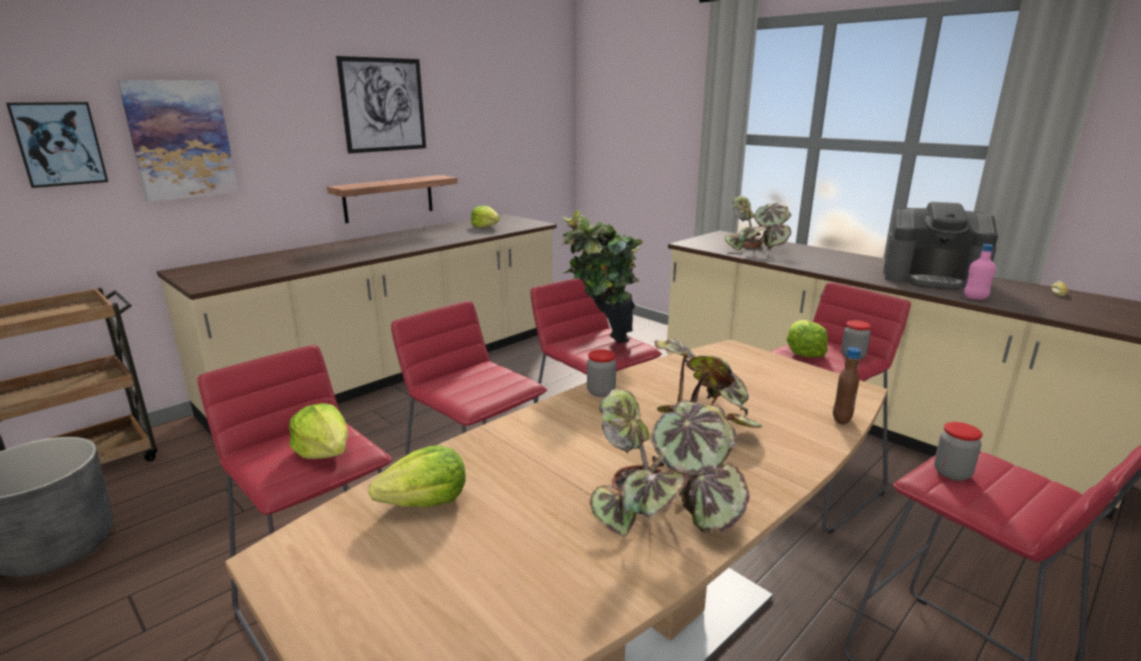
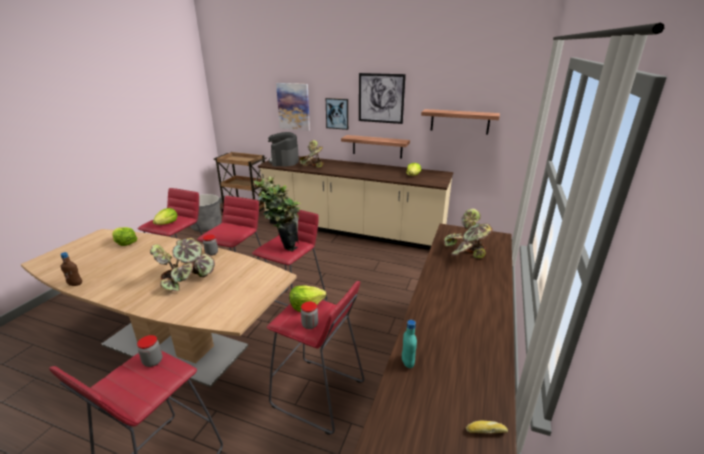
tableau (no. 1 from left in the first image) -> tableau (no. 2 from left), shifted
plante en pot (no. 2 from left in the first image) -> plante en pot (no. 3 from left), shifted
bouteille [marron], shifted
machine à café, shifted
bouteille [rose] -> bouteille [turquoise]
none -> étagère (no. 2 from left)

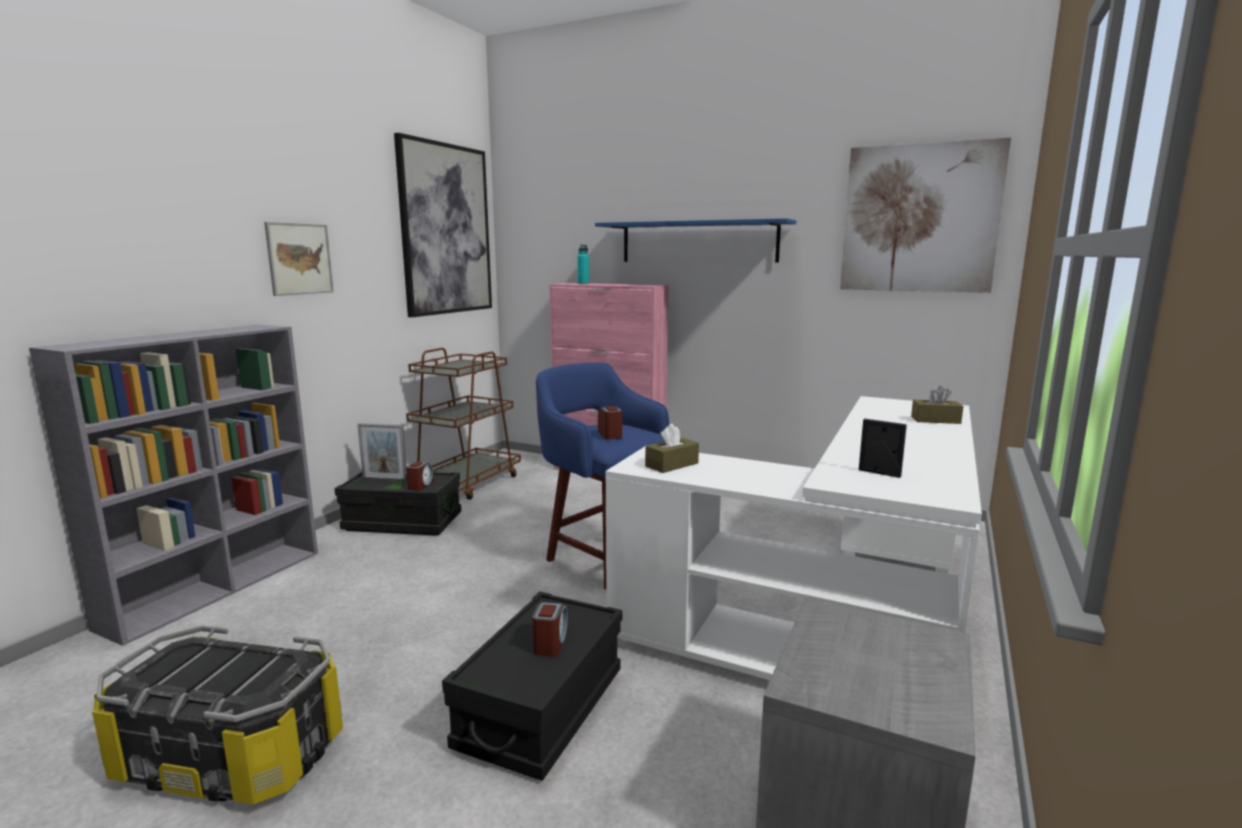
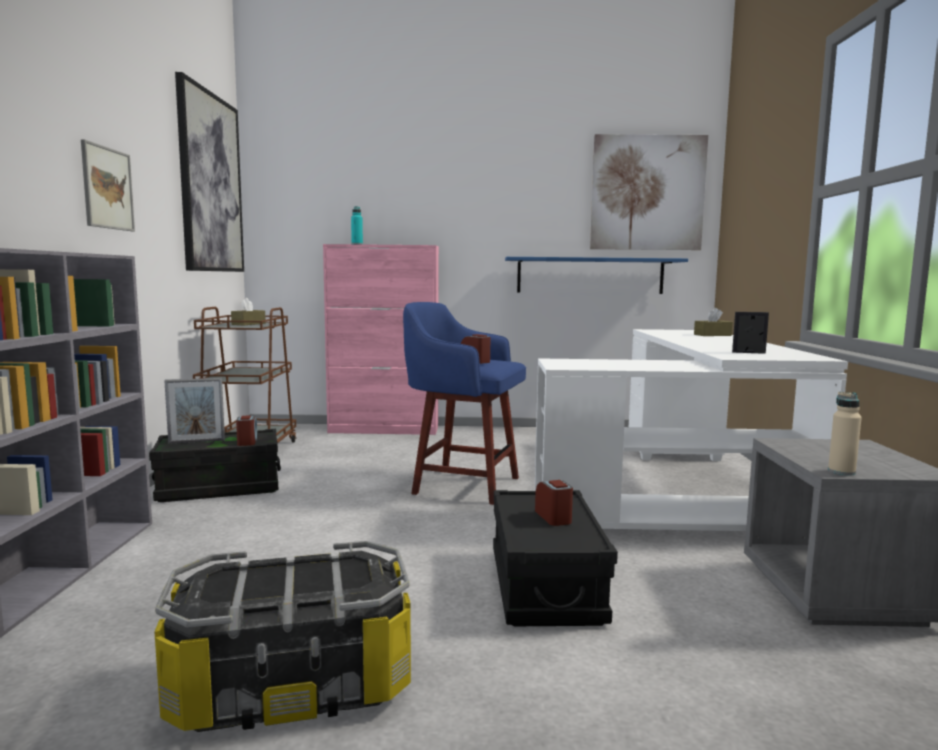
étagère [bleu], shifted
boîte à mouchoirs [marron] (no. 1 from left), shifted
none -> bouteille [beige]

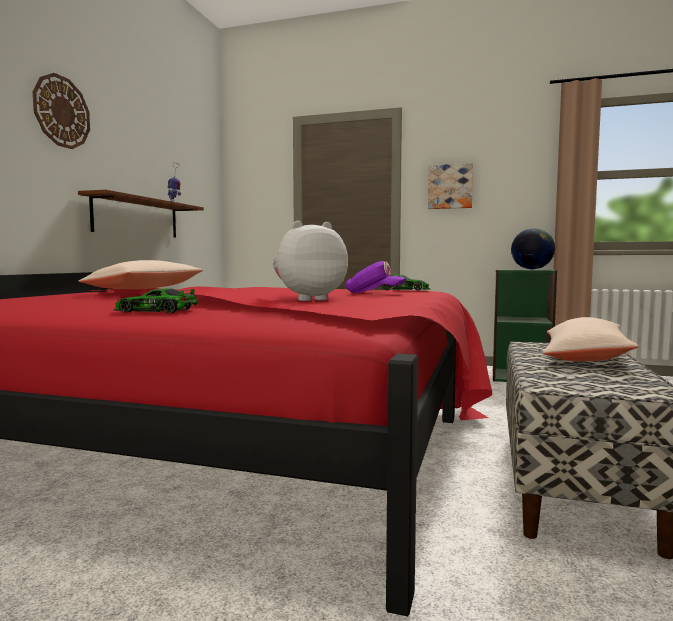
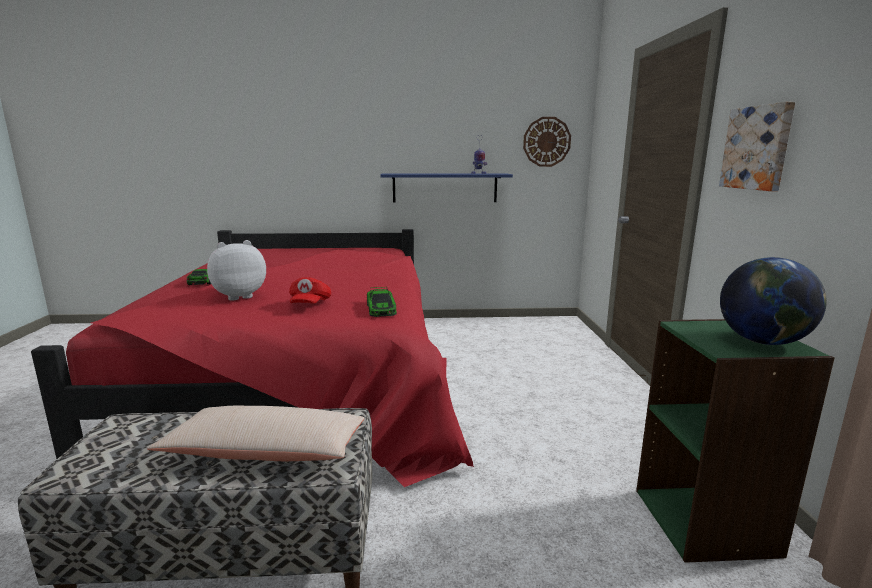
horloge murale, shifted
étagère [marron] -> étagère [bleu]
coussin [beige] (no. 1 from left) -> none
peluche, 75 degrees counterclockwise
casquette [violet] -> casquette [rouge]

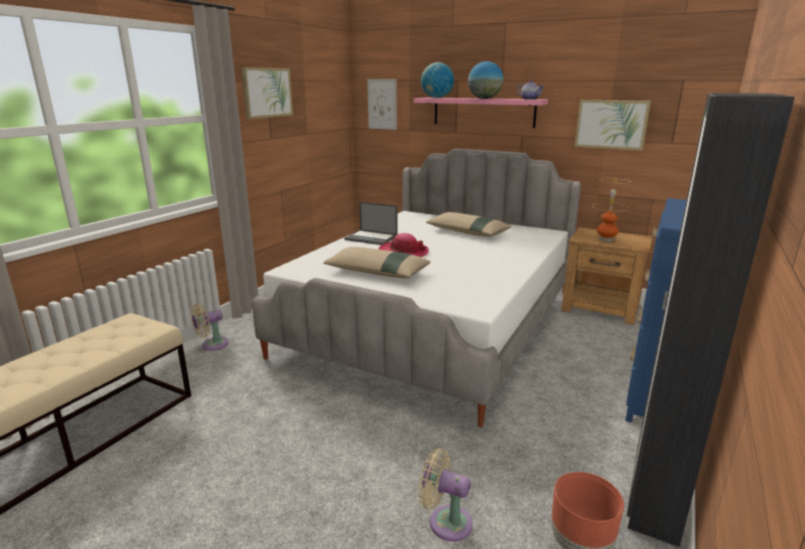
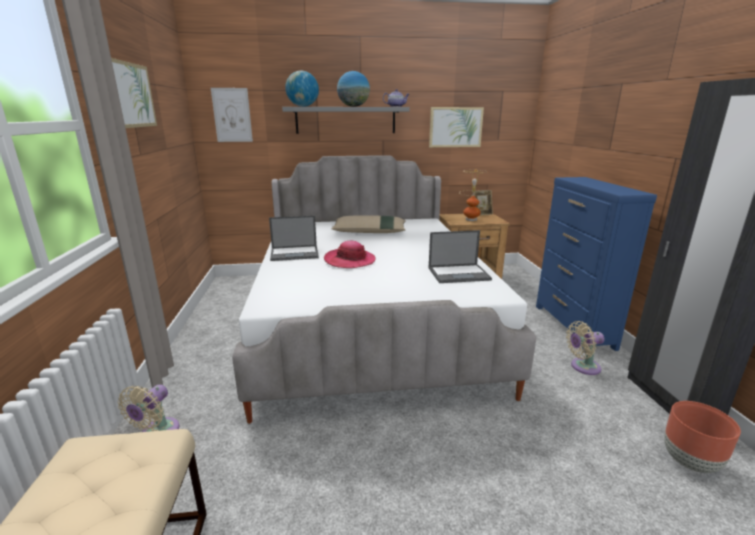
coussin [beige] (no. 1 from left) -> none
étagère [rose] -> étagère [gris]
ventilateur [beige] (no. 2 from left), shifted
none -> ordinateur portable (no. 2 from left)
none -> cadre photo

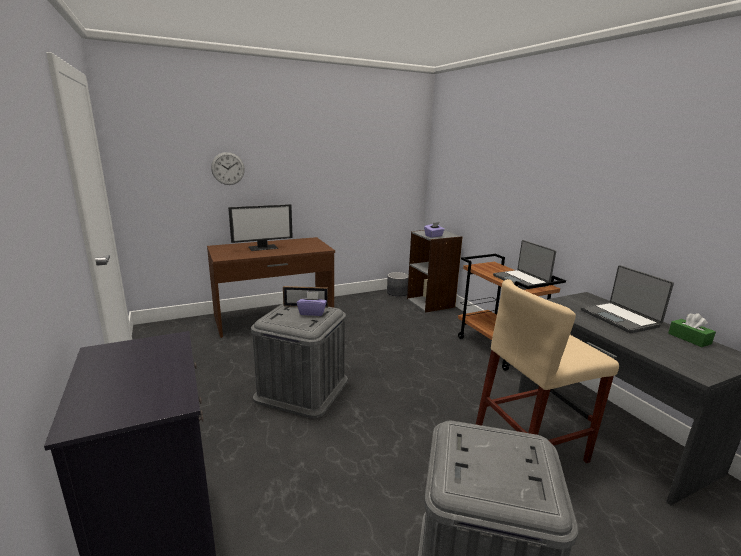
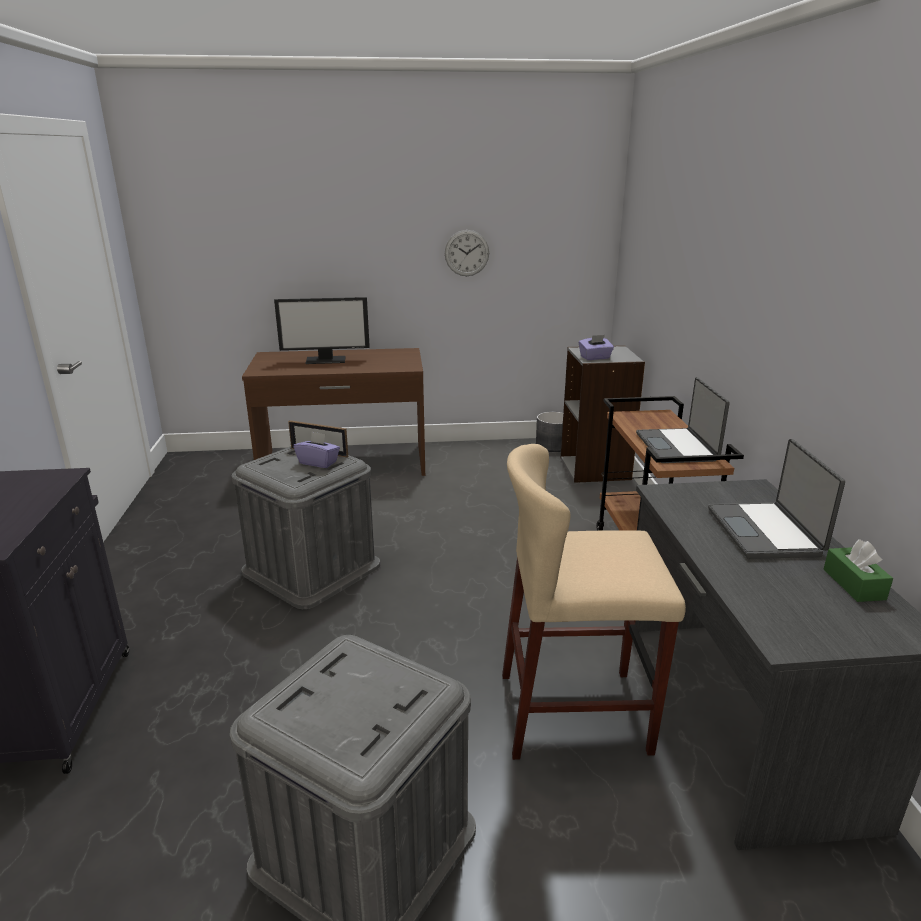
horloge murale, shifted

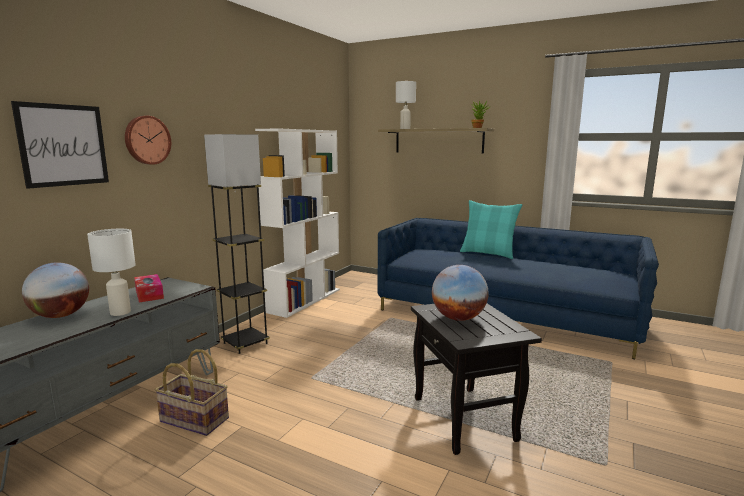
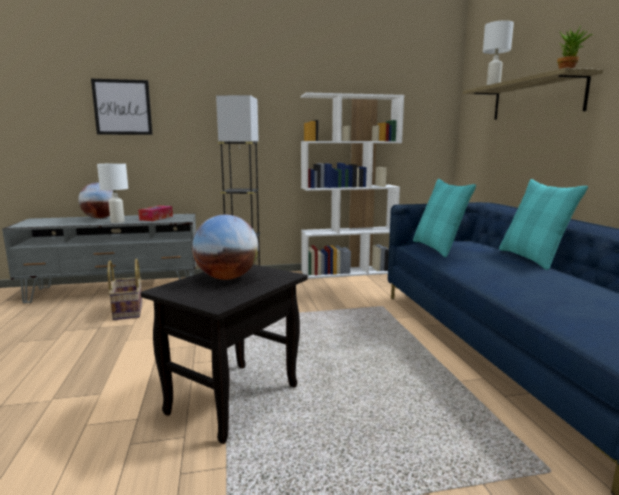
horloge murale -> none
none -> coussin [turquoise] (no. 1 from left)

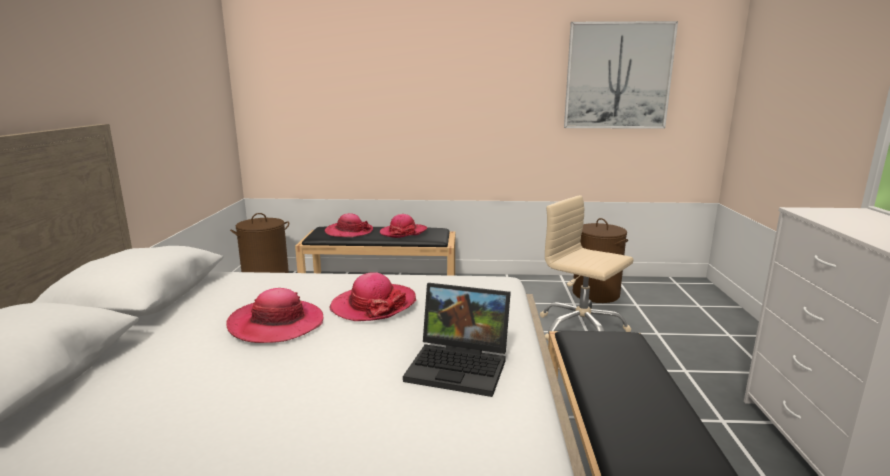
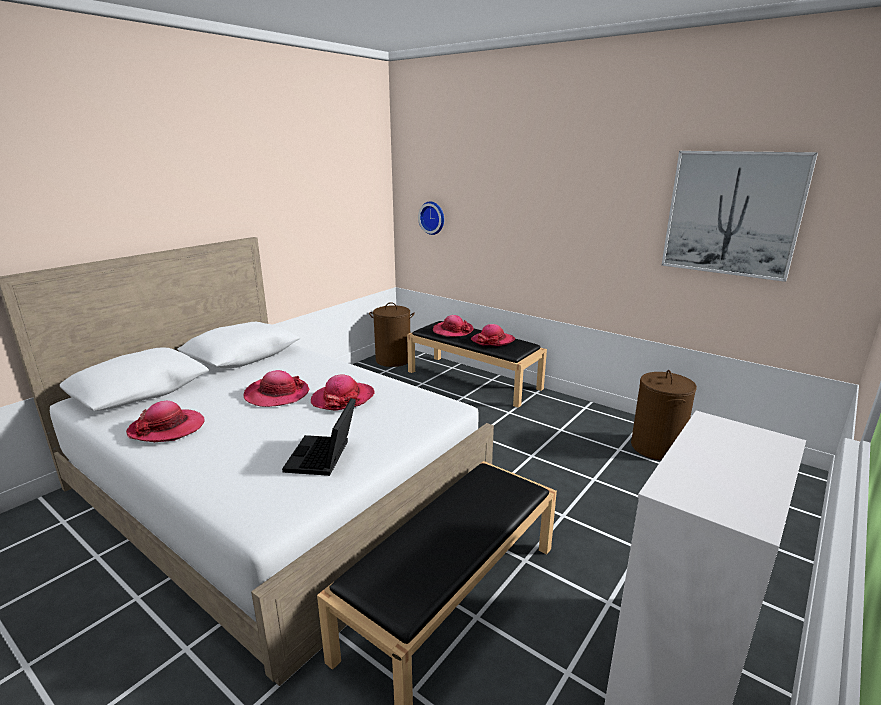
ordinateur portable, 45 degrees clockwise
chaise de bureau [beige] -> none
none -> chapeau (no. 1 from left)
none -> horloge murale

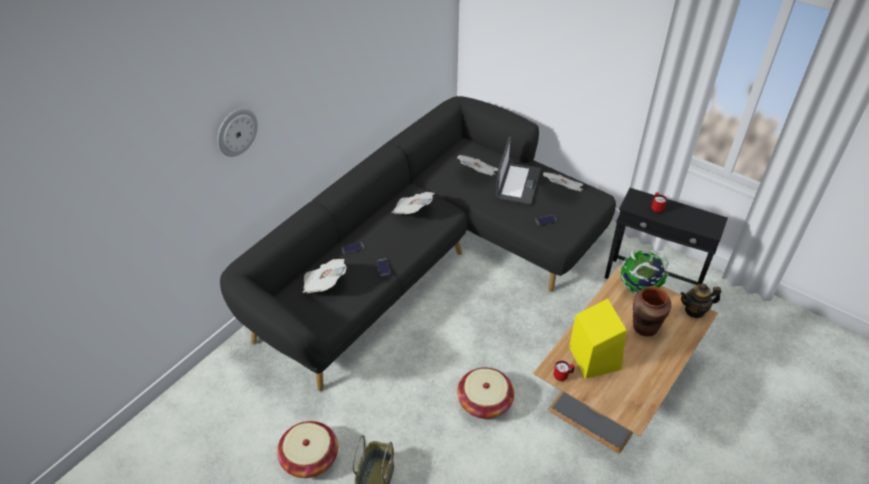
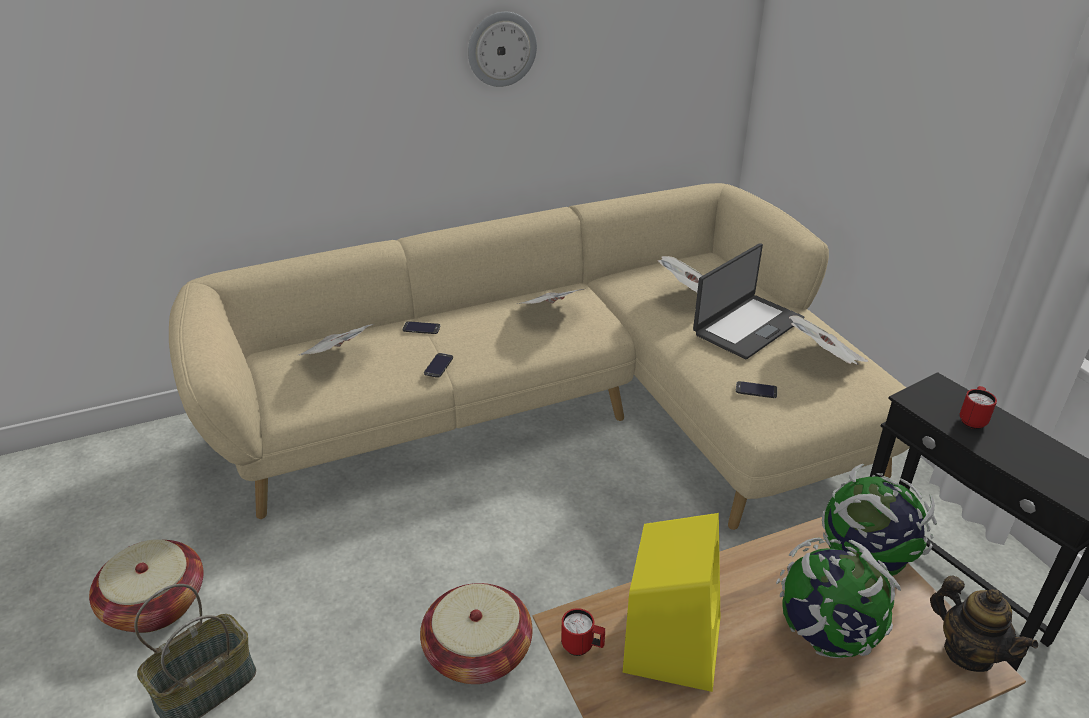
horloge murale, shifted
canapé [noir] -> canapé [beige]
vase [marron] -> globe (no. 1 from left)
théière, 150 degrees counterclockwise

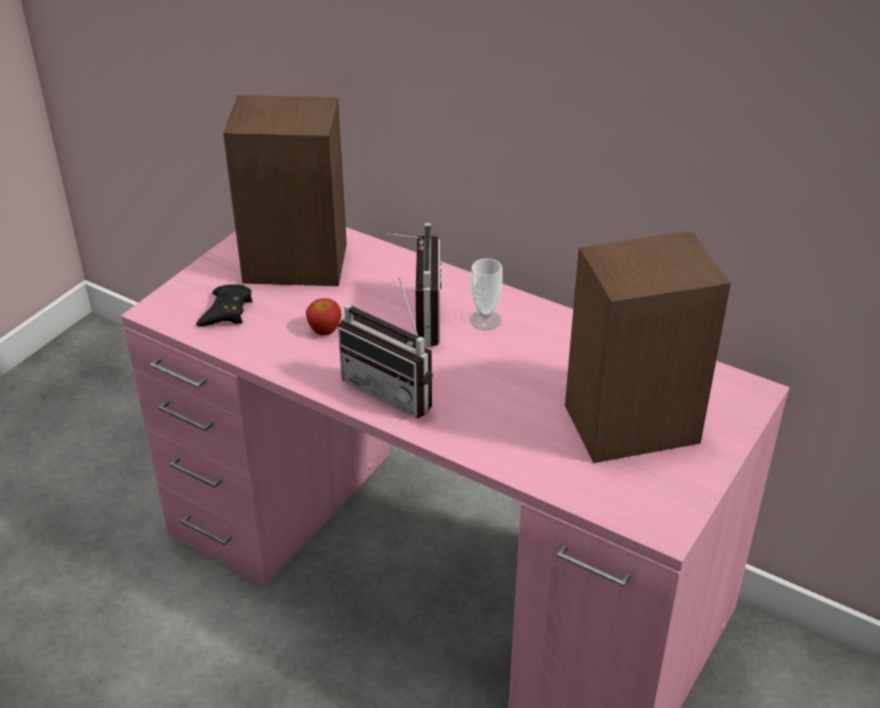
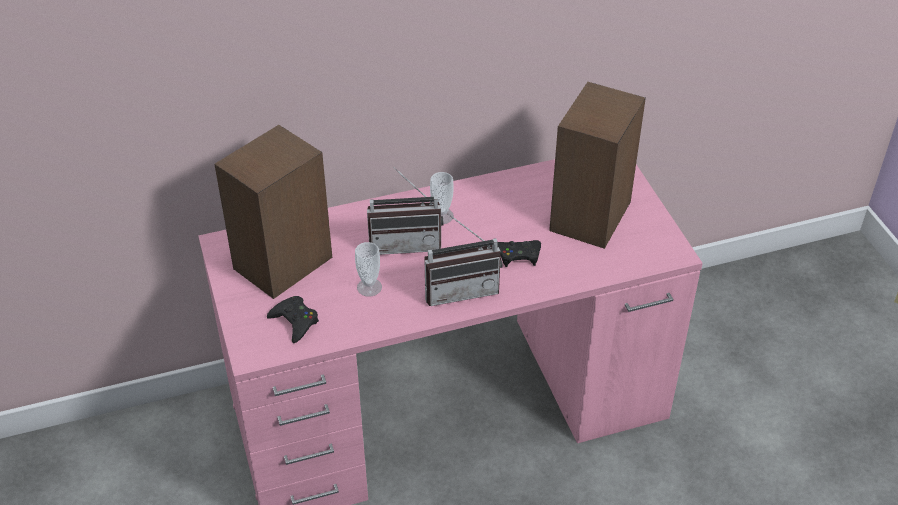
pomme -> tasse (no. 1 from left)
radio (no. 2 from left in the first image) -> radio (no. 1 from left), 135 degrees clockwise
none -> manette [noir] (no. 2 from left)

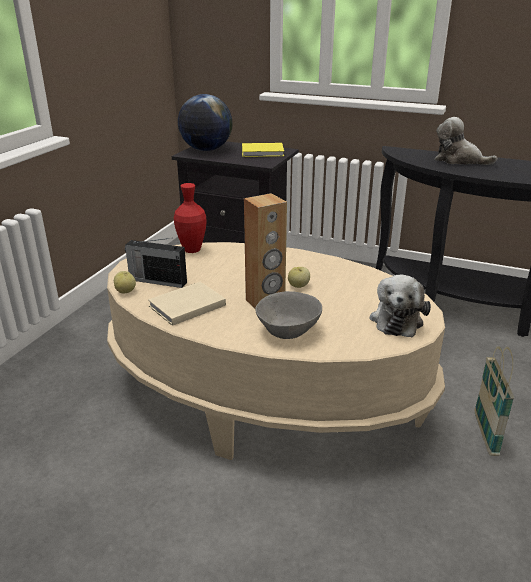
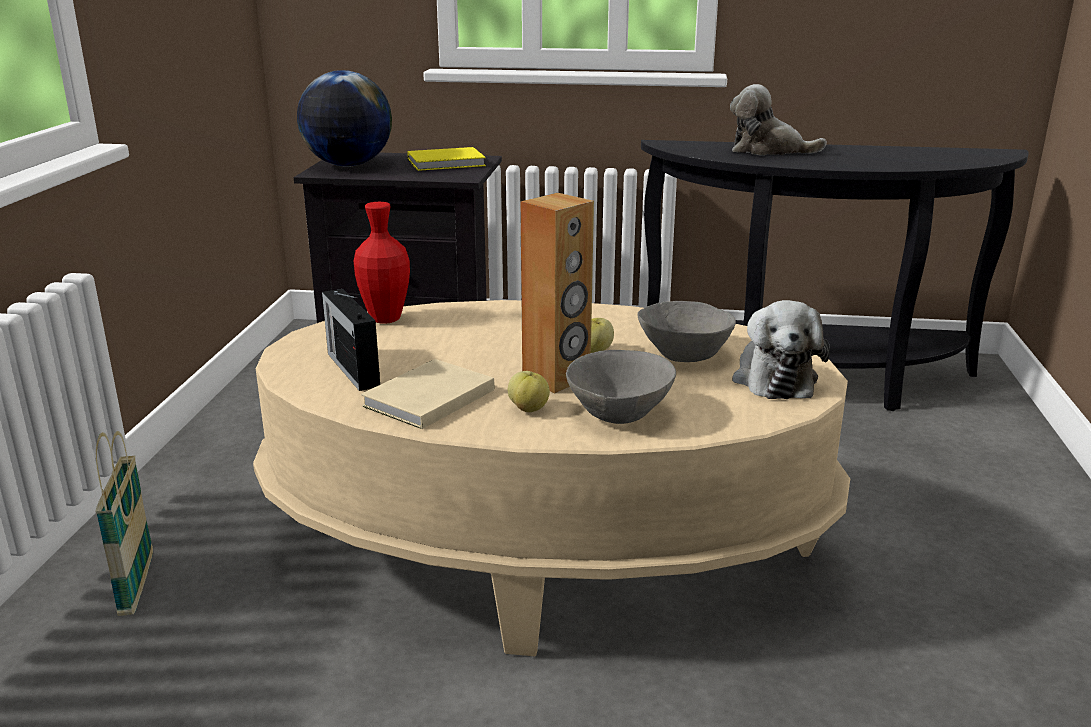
pomme (no. 1 from left), shifted
radio, 60 degrees clockwise
panier, shifted
none -> bol [gris] (no. 2 from left)

